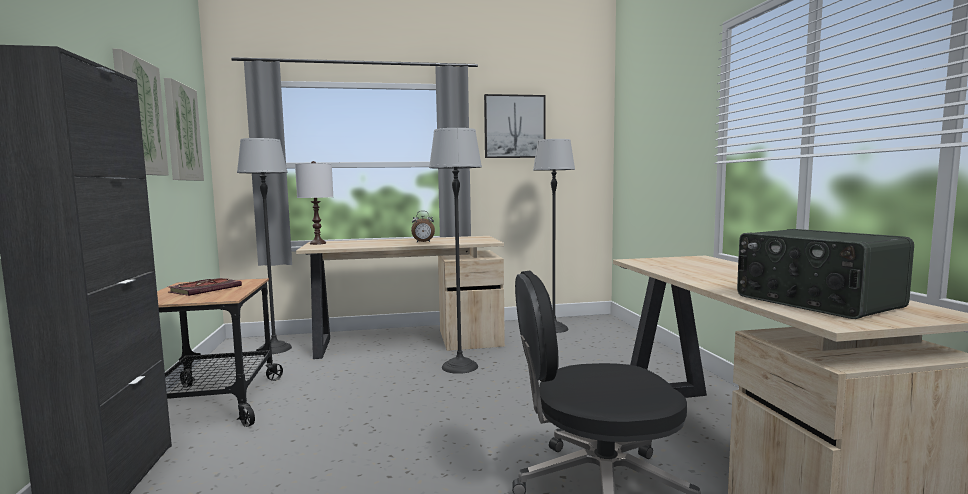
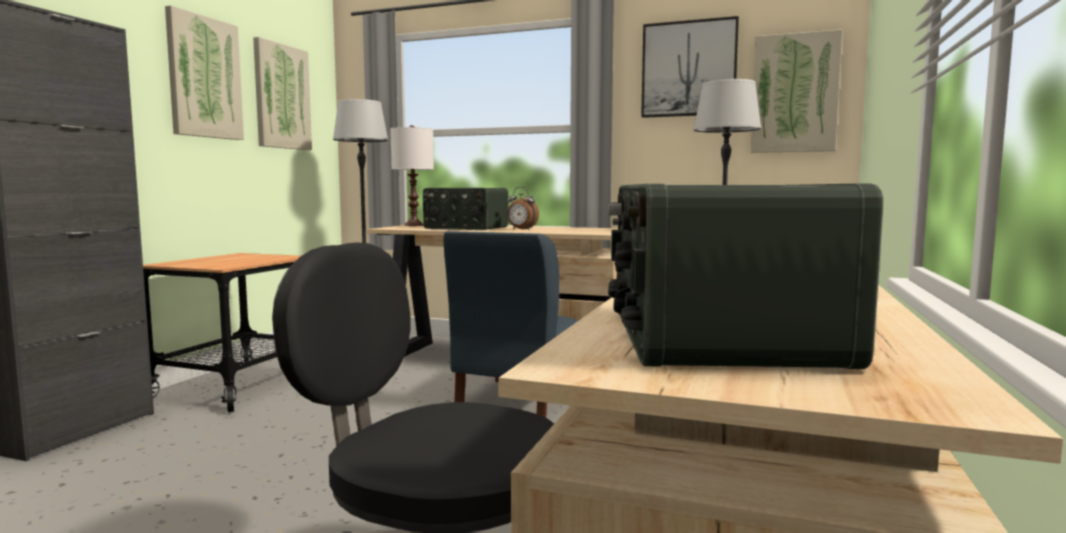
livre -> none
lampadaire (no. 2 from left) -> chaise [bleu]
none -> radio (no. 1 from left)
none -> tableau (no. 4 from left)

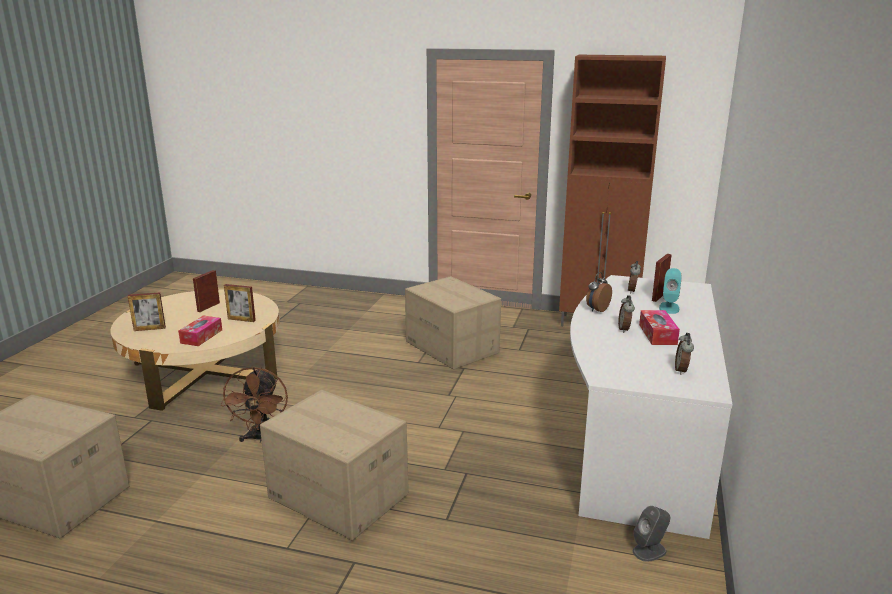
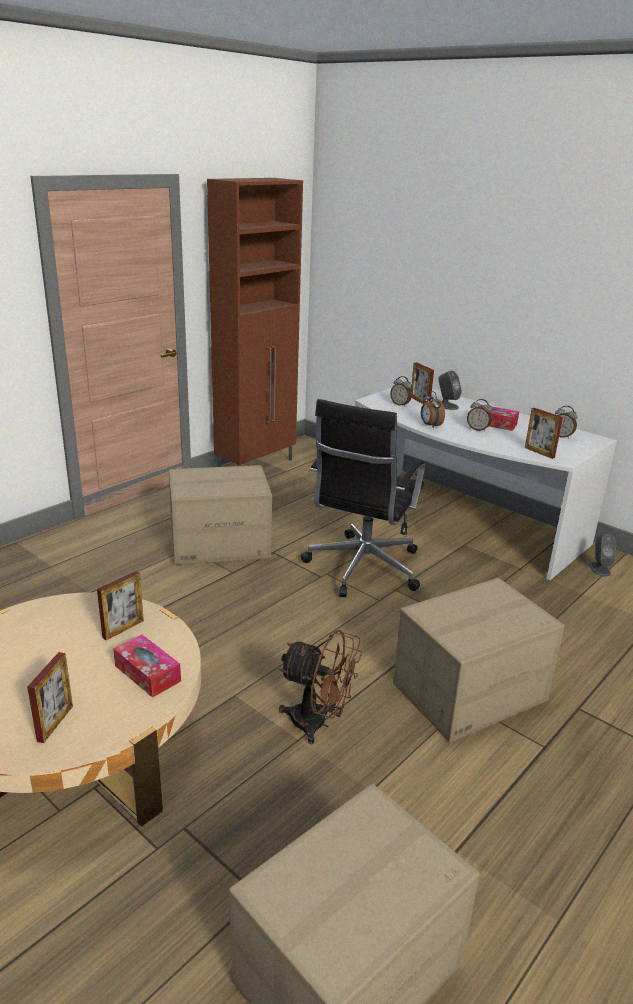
cadre photo (no. 2 from left in the first image) -> cadre photo (no. 4 from left), shifted
enceinte [turquoise] -> enceinte [gris] (no. 1 from left)
none -> chaise de bureau [noir]

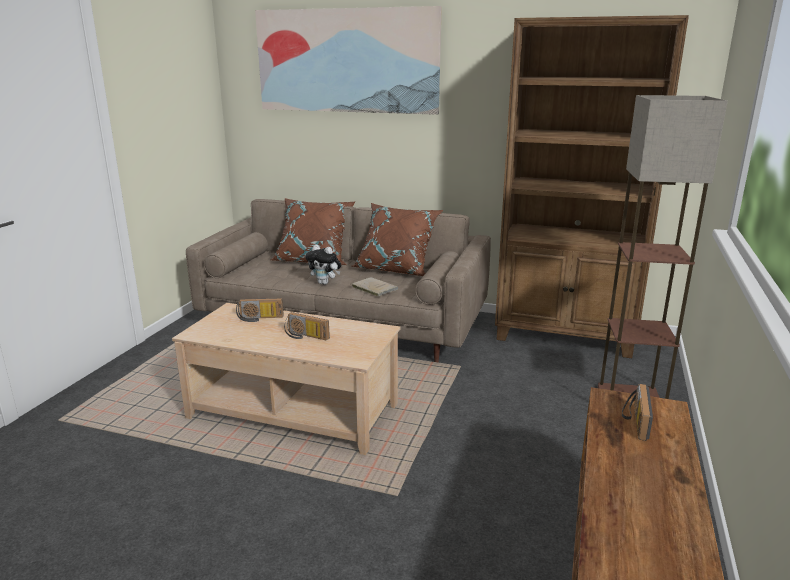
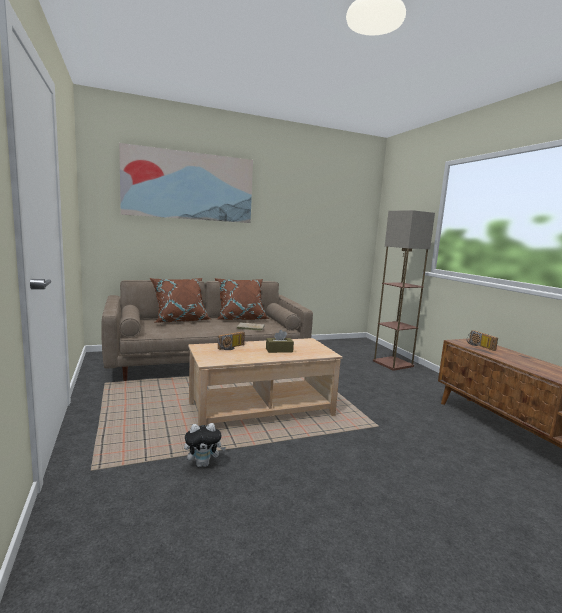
radio (no. 2 from left) -> boîte à mouchoirs [marron]
peluche, shifted
bibliothèque [marron] -> none

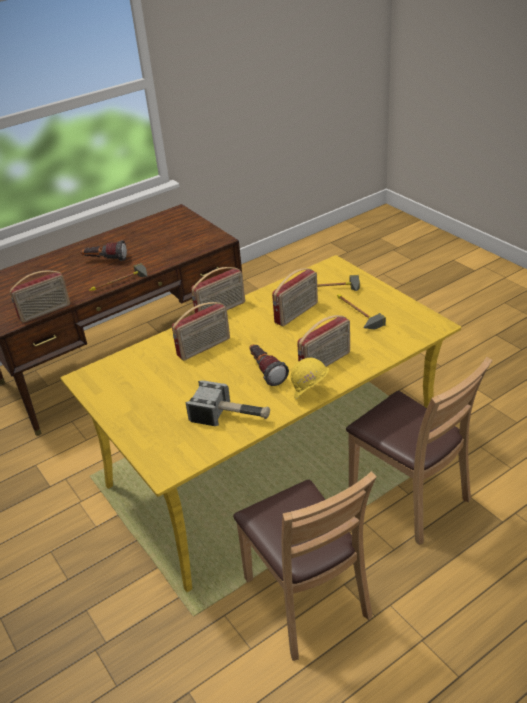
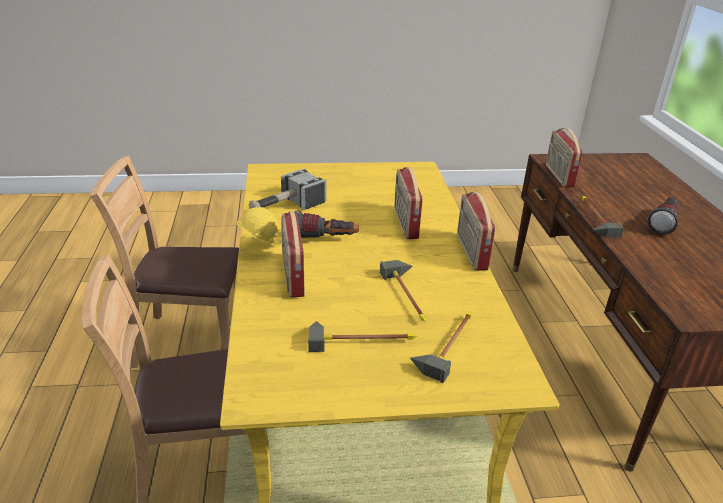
radio (no. 4 from left) -> marteau (no. 3 from left)

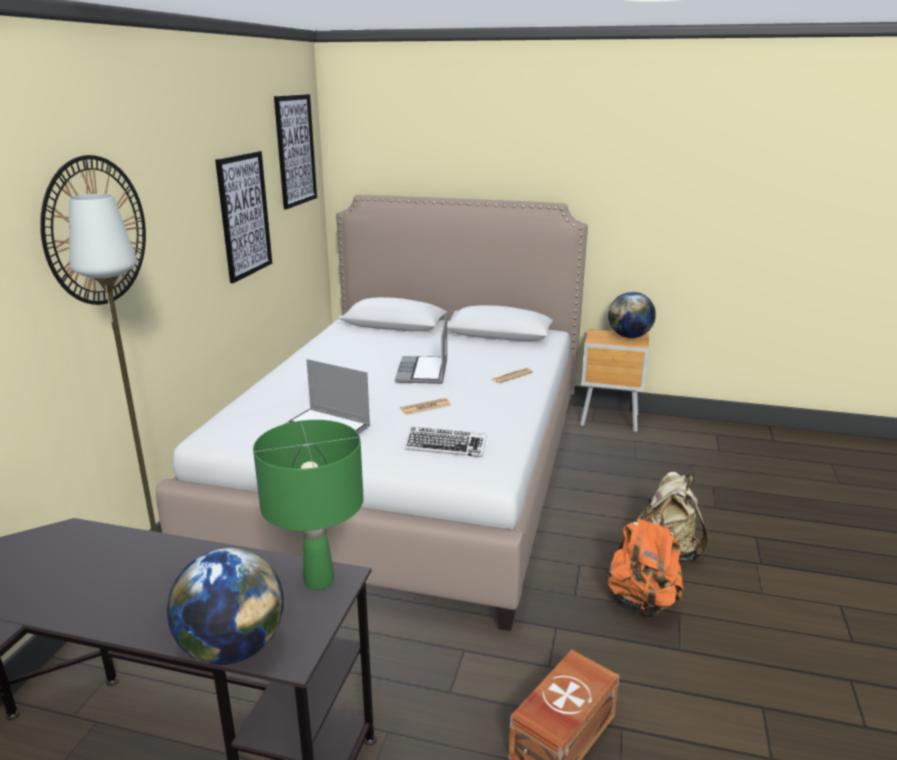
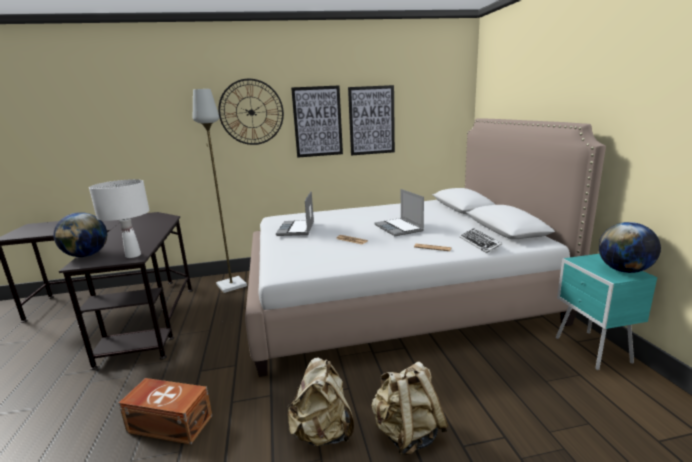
lampe de table [vert] -> lampe de table [blanc]
tableau (no. 2 from left in the first image) -> tableau (no. 1 from left), shifted
ordinateur portable (no. 2 from left), 90 degrees counterclockwise
clavier, shifted
table de chevet [marron] -> table de chevet [turquoise]
sac à dos [orange] -> sac à dos [beige] (no. 1 from left)

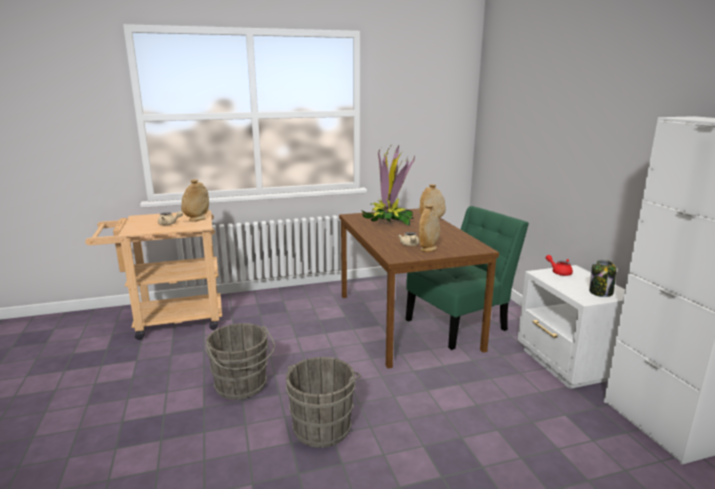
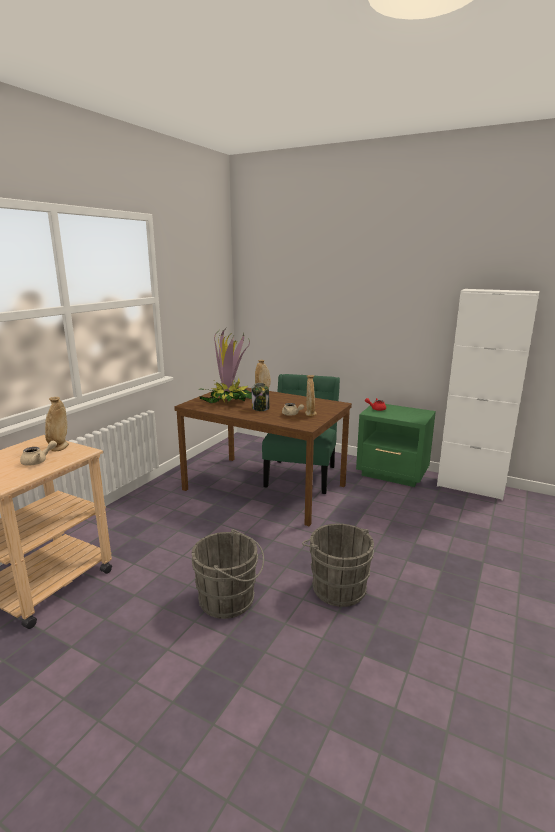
table de chevet [blanc] -> table de chevet [vert]
bocal, shifted

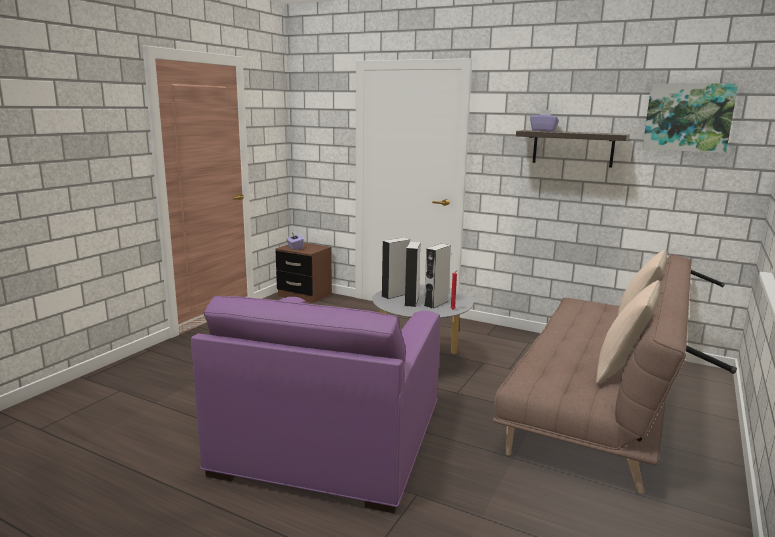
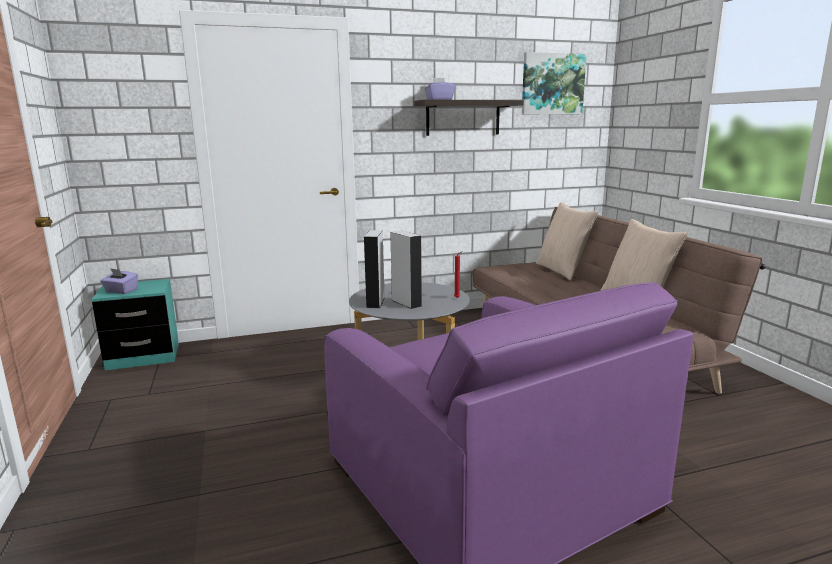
table de chevet [marron] -> table de chevet [turquoise]
enceinte [gris] (no. 3 from left) -> none

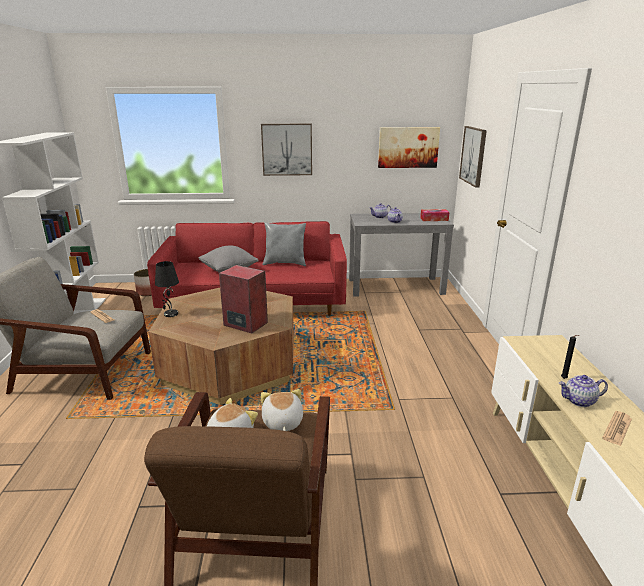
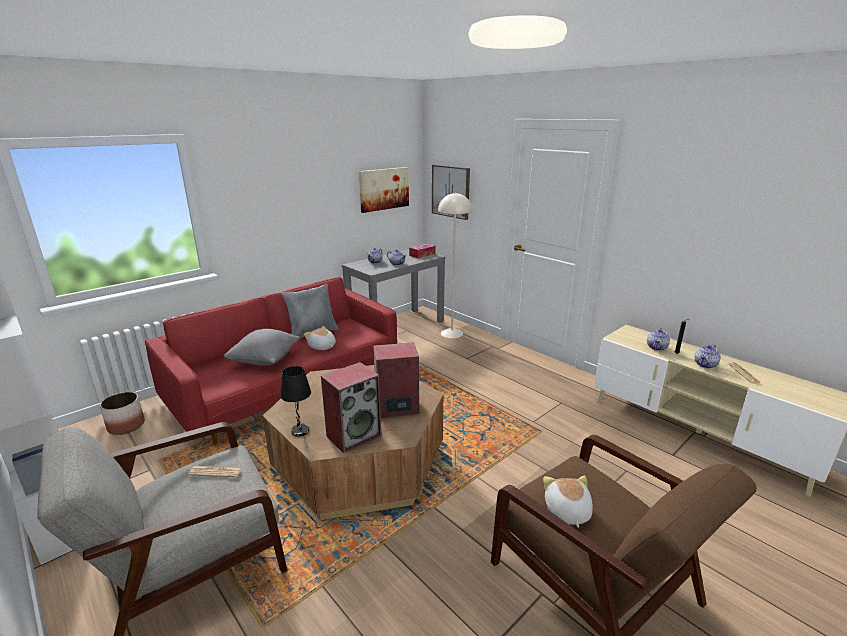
tableau (no. 1 from left) -> none
peluche (no. 2 from left in the first image) -> peluche (no. 1 from left), shifted
none -> enceinte (no. 1 from left)
none -> lampadaire [beige]
none -> théière (no. 3 from left)

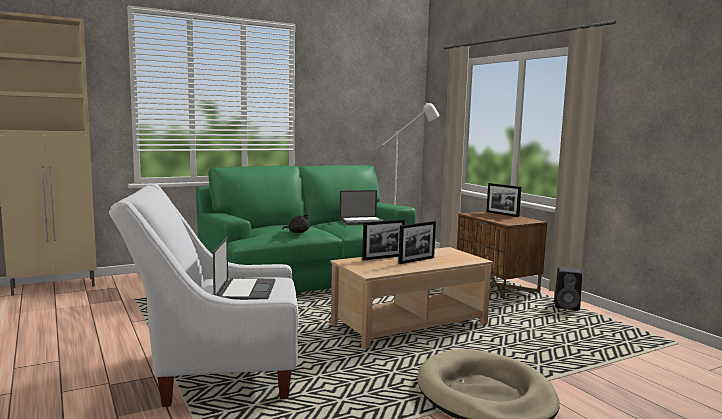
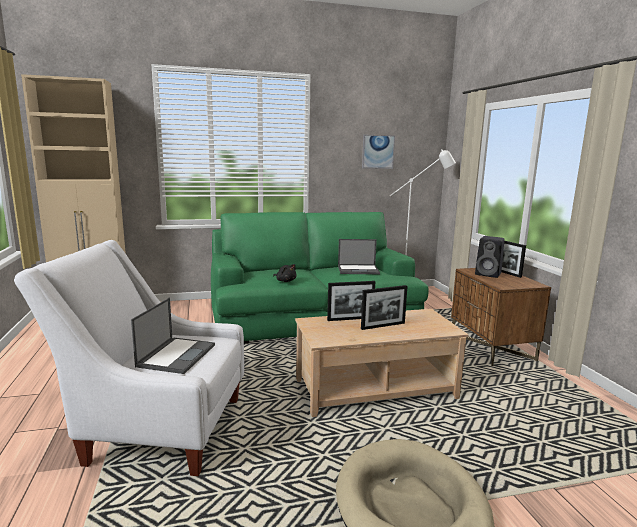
enceinte [noir], shifted
none -> tableau

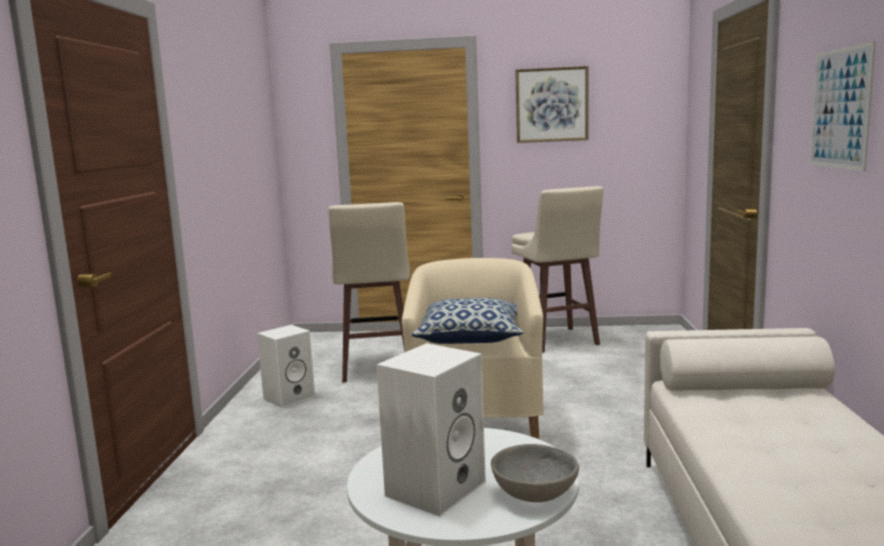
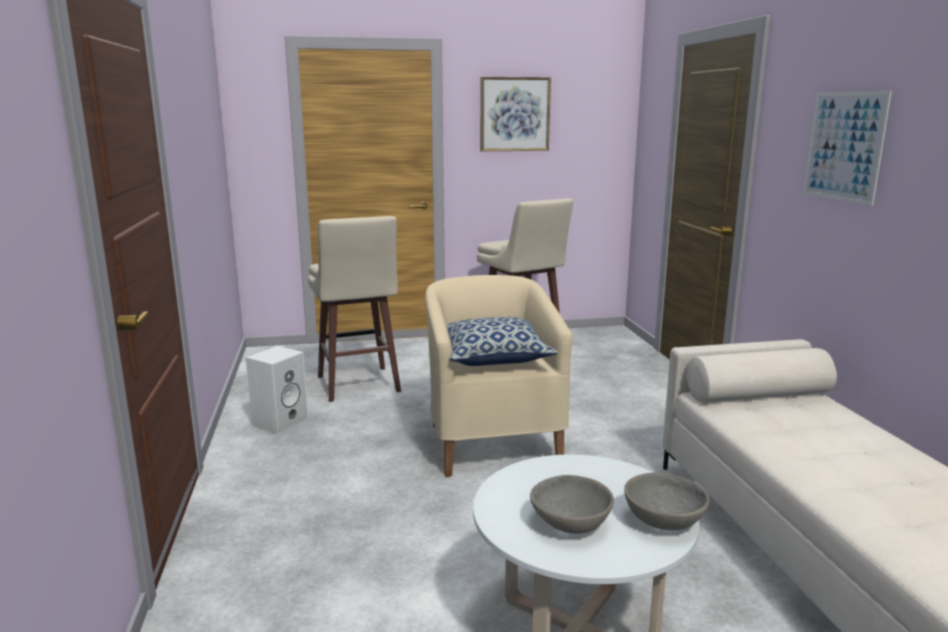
enceinte [blanc] (no. 2 from left) -> bol [gris] (no. 1 from left)

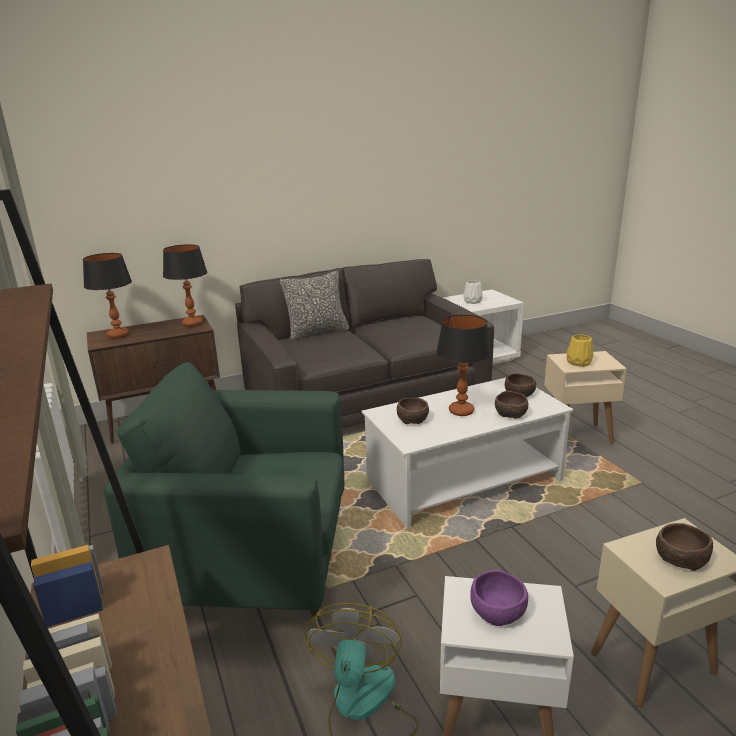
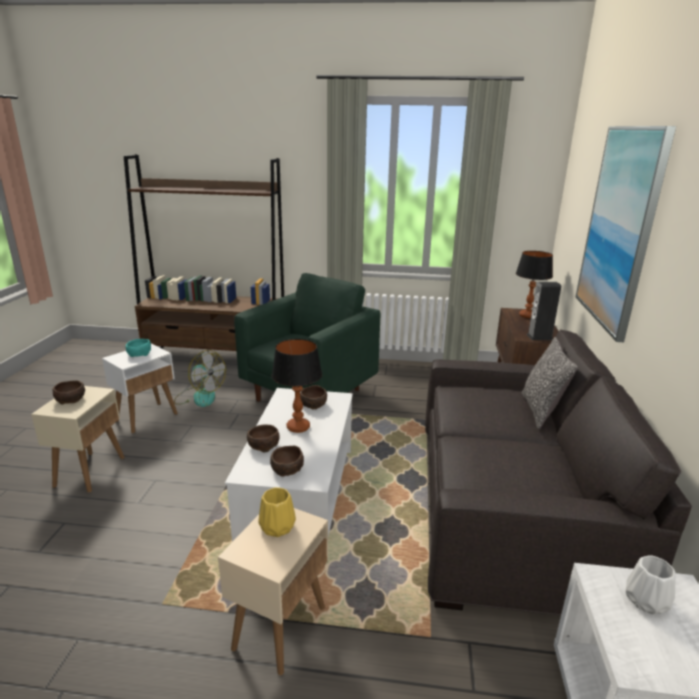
lampe de table (no. 2 from left) -> enceinte
bol [violet] -> bol [turquoise]
none -> tableau

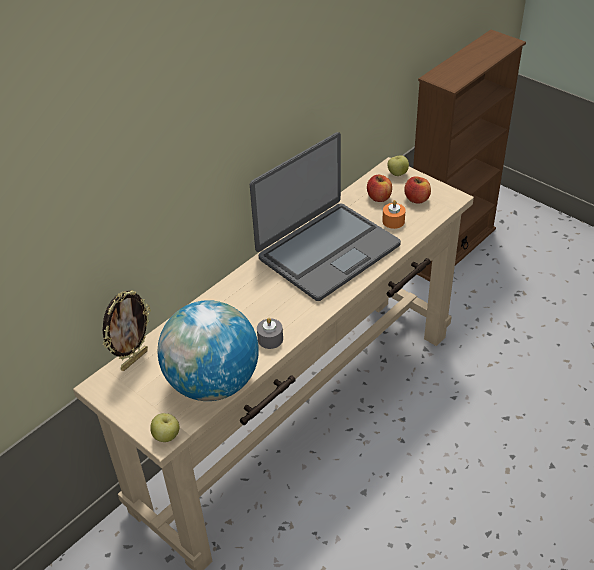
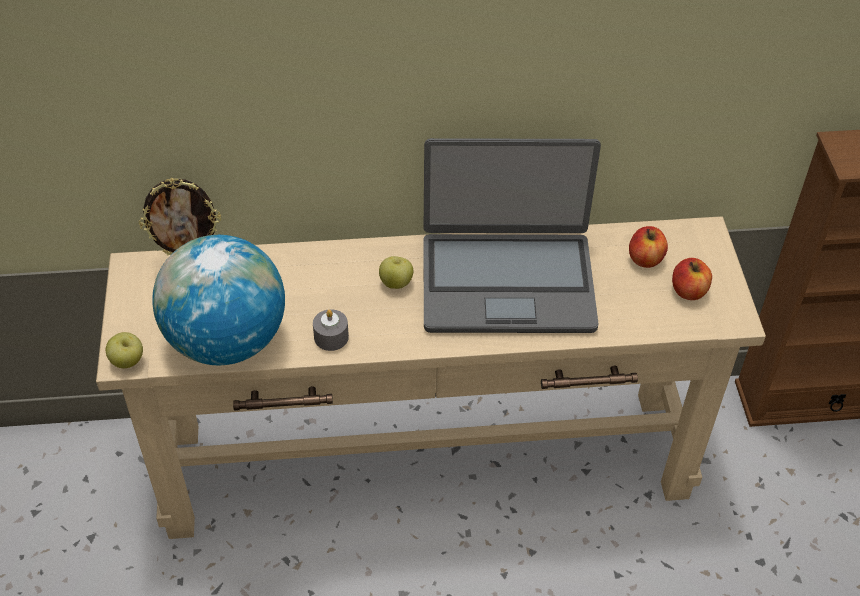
bougie [orange] -> none
pomme (no. 3 from left in the first image) -> pomme (no. 2 from left), shifted

